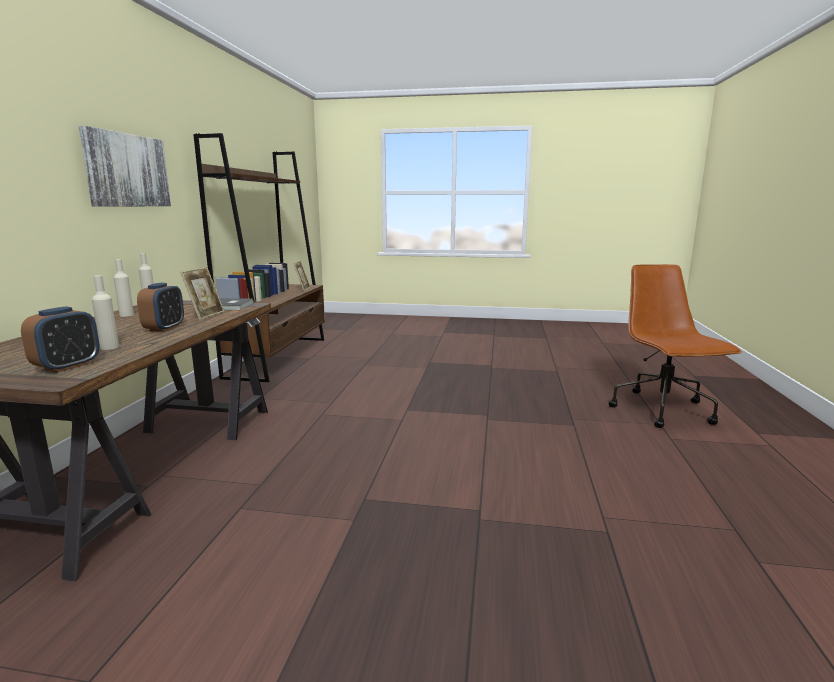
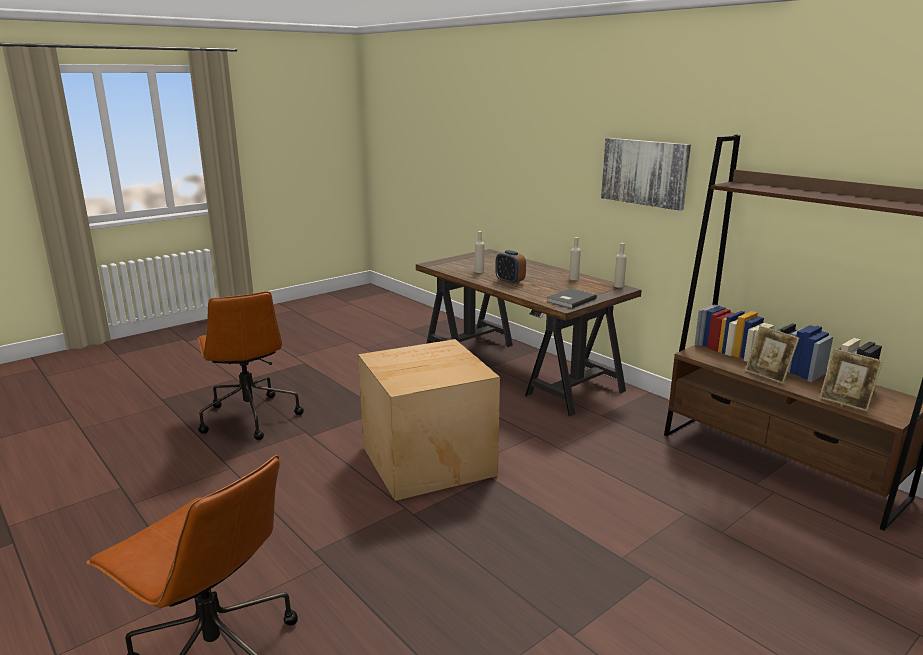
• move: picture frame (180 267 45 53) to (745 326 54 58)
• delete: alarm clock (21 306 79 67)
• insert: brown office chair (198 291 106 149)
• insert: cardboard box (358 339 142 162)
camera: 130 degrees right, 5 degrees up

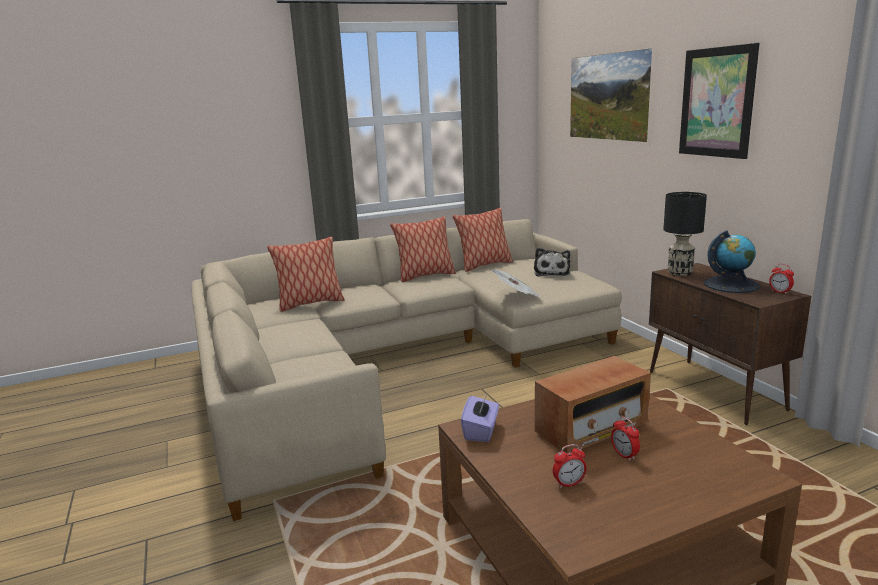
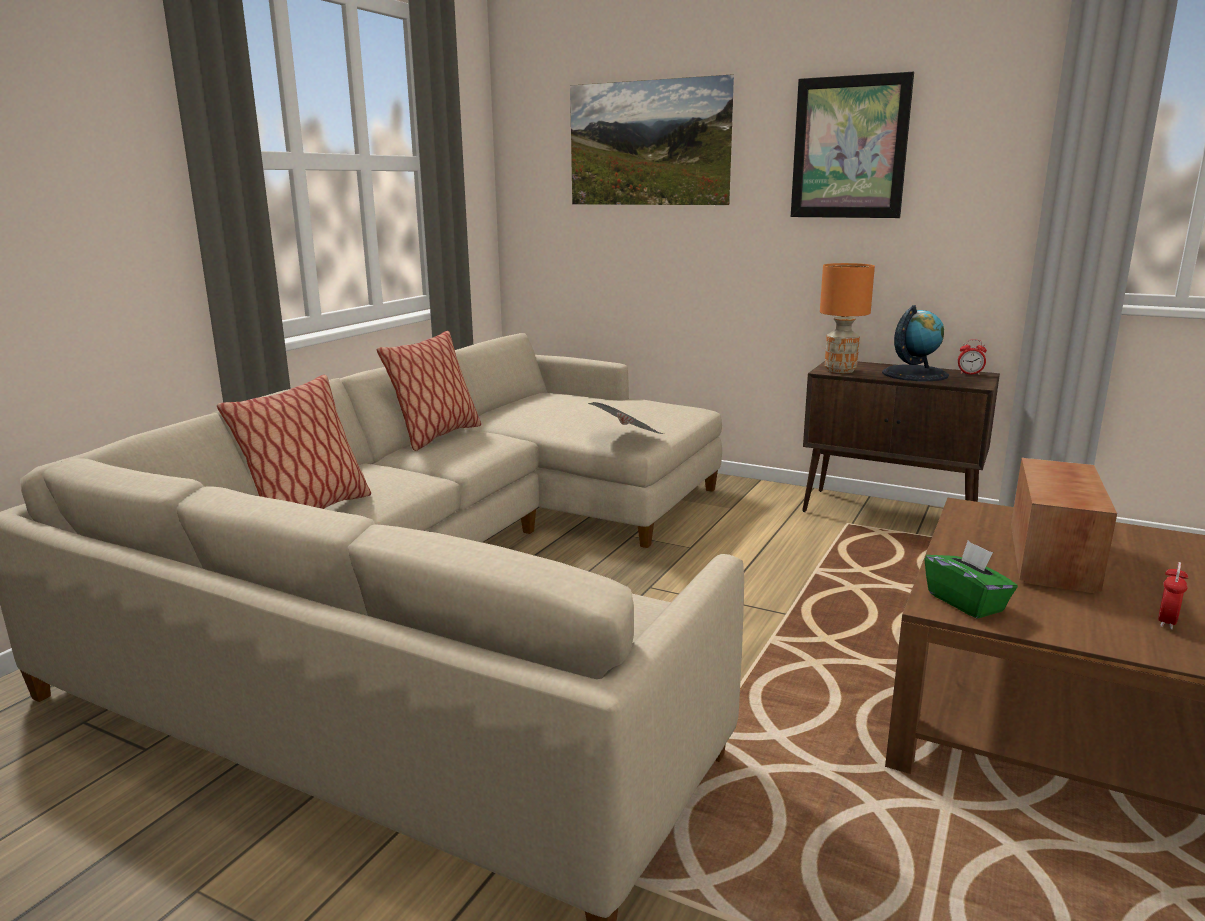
• recolor: black table lamp (663 192 44 84) to orange table lamp (820 263 55 110)
• delete: pillow (453 208 60 64)
• delete: plush toy (534 248 36 29)
• recolor: purple tissue box (461 393 38 49) to green tissue box (924 541 94 78)
• delete: alarm clock (611 417 29 44)
camera: 40 degrees left, 0 degrees up

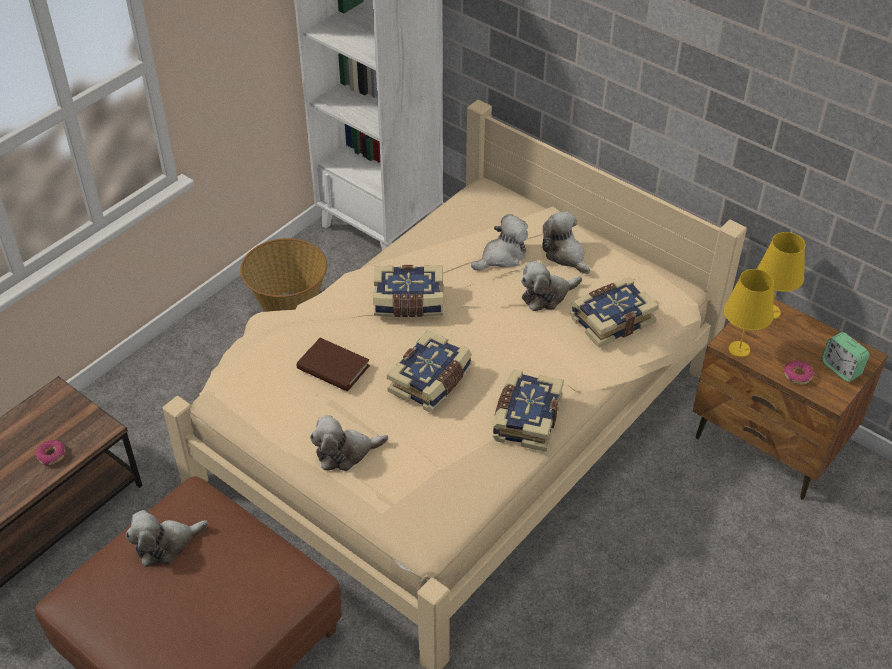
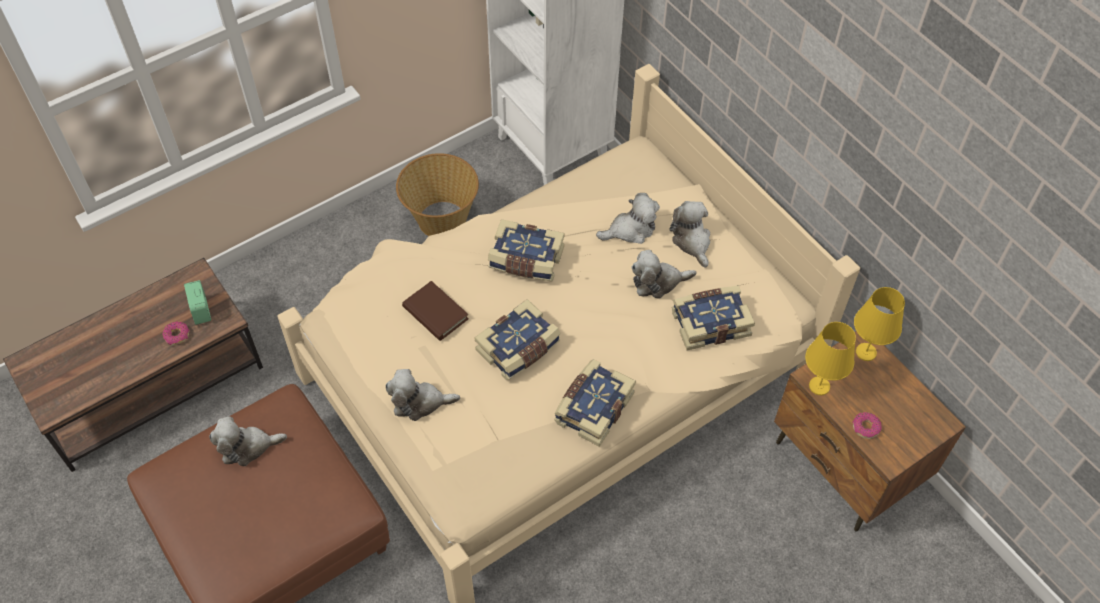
• move: alarm clock (822 332 47 50) to (184 280 27 45)
camera: 15 degrees right, 10 degrees up

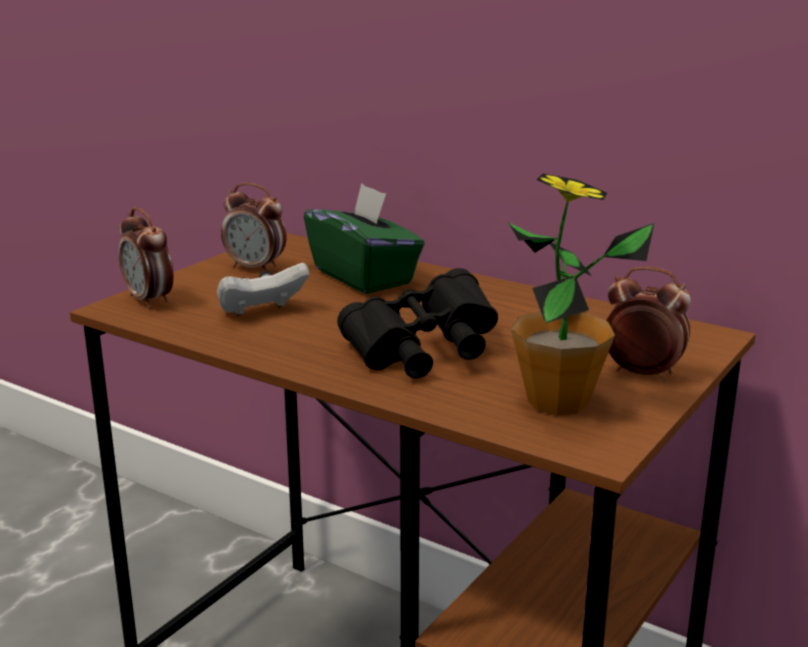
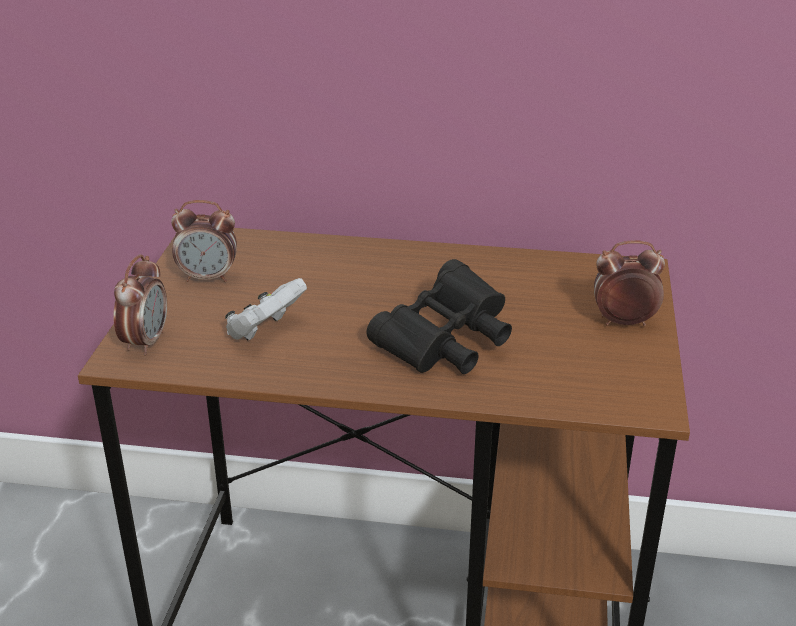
• delete: potted plant (508 173 146 243)
• delete: green tissue box (304 183 121 111)
• rotate: alarm clock (119 207 54 102) = (113 254 54 101) 105 degrees counterclockwise
camera: 25 degrees left, 10 degrees up

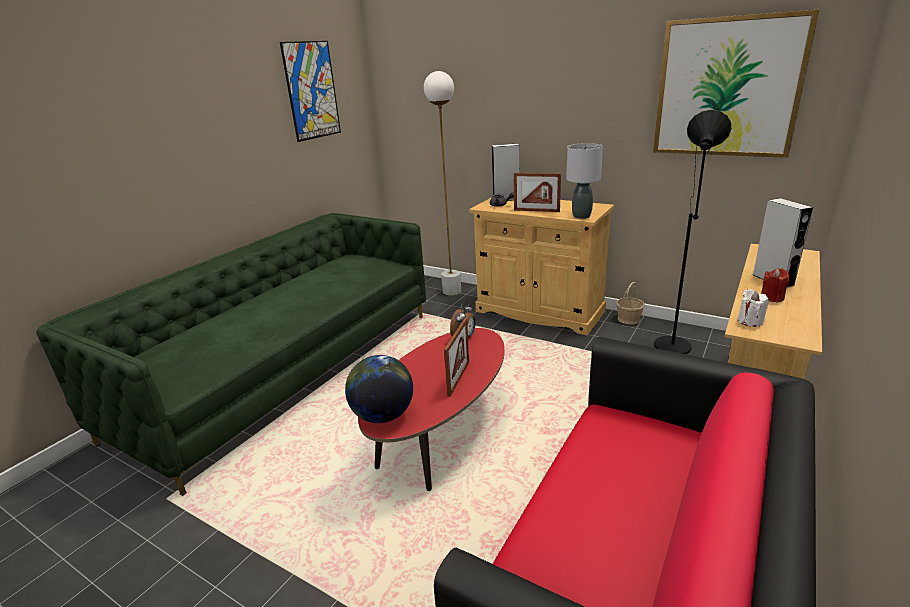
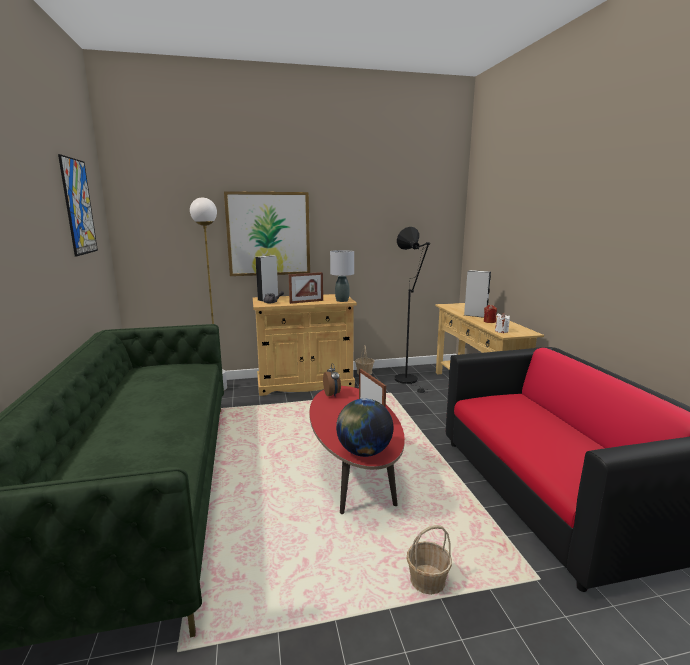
• move: picture (653 10 166 148) to (224 191 86 85)
• insert: basket (407 525 45 70)
camera: 45 degrees left, 10 degrees down

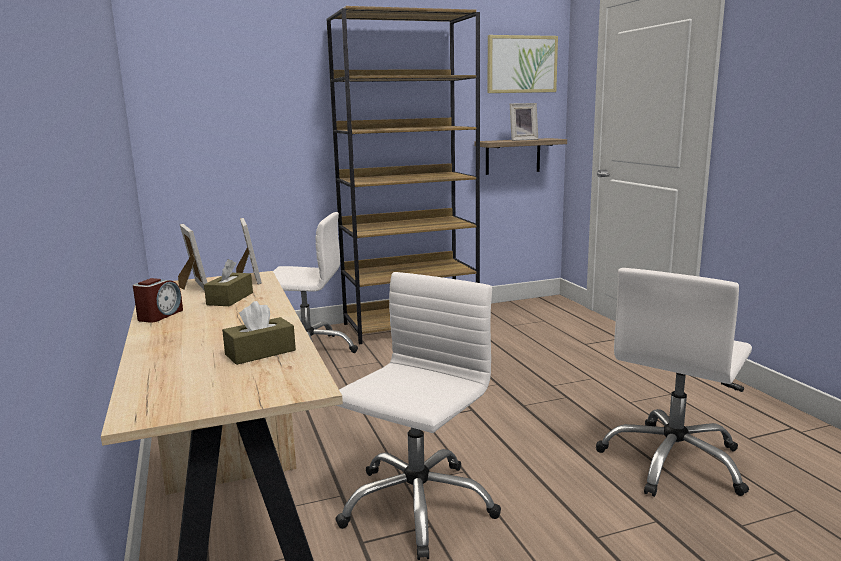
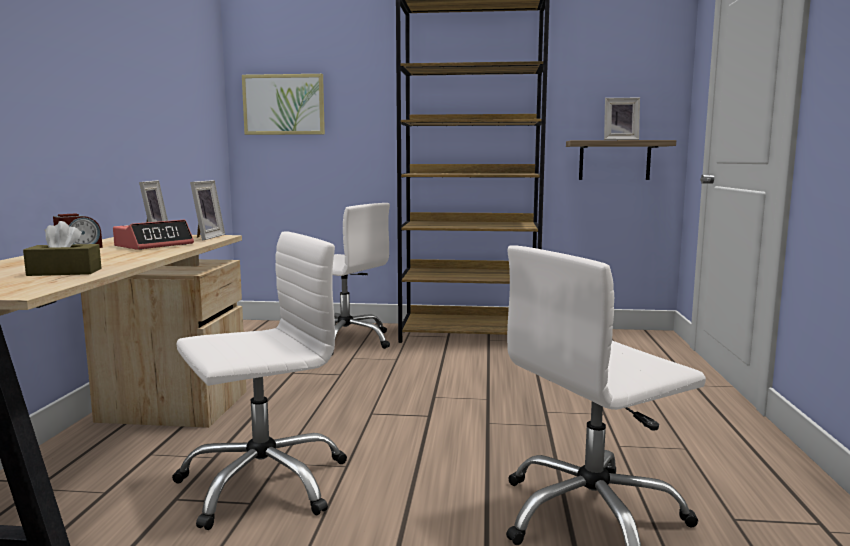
• move: picture (488 35 70 58) to (242 74 83 61)
• replace: brown tissue box (204 259 49 47) to alarm clock (113 220 81 30)
camera: 25 degrees right, 5 degrees down

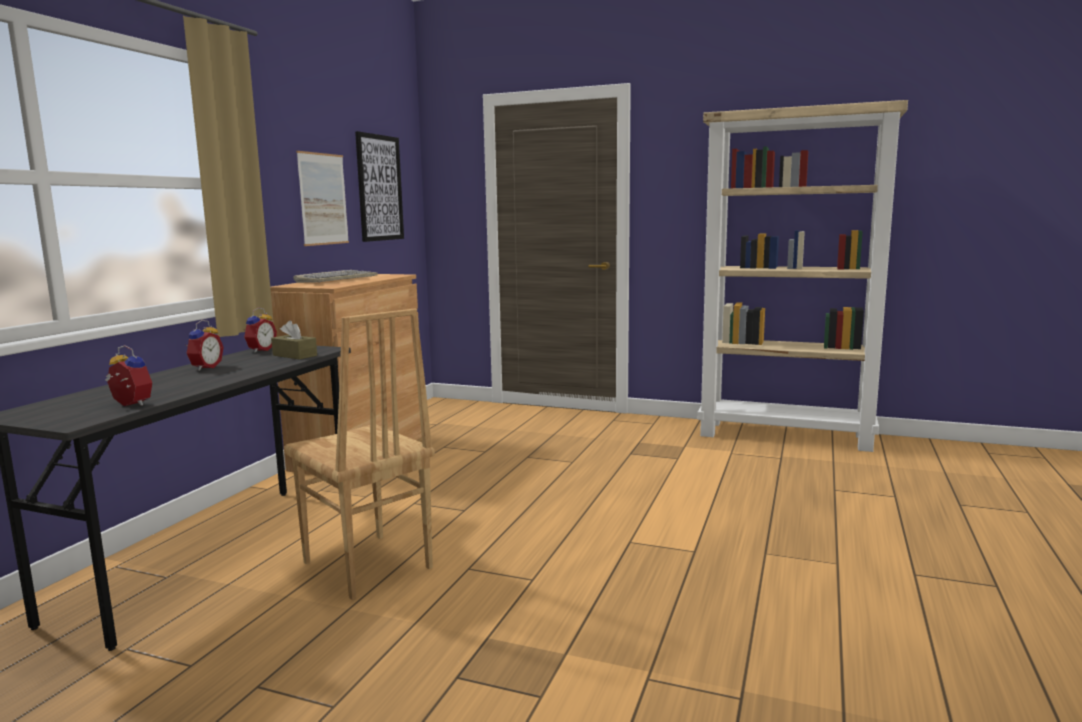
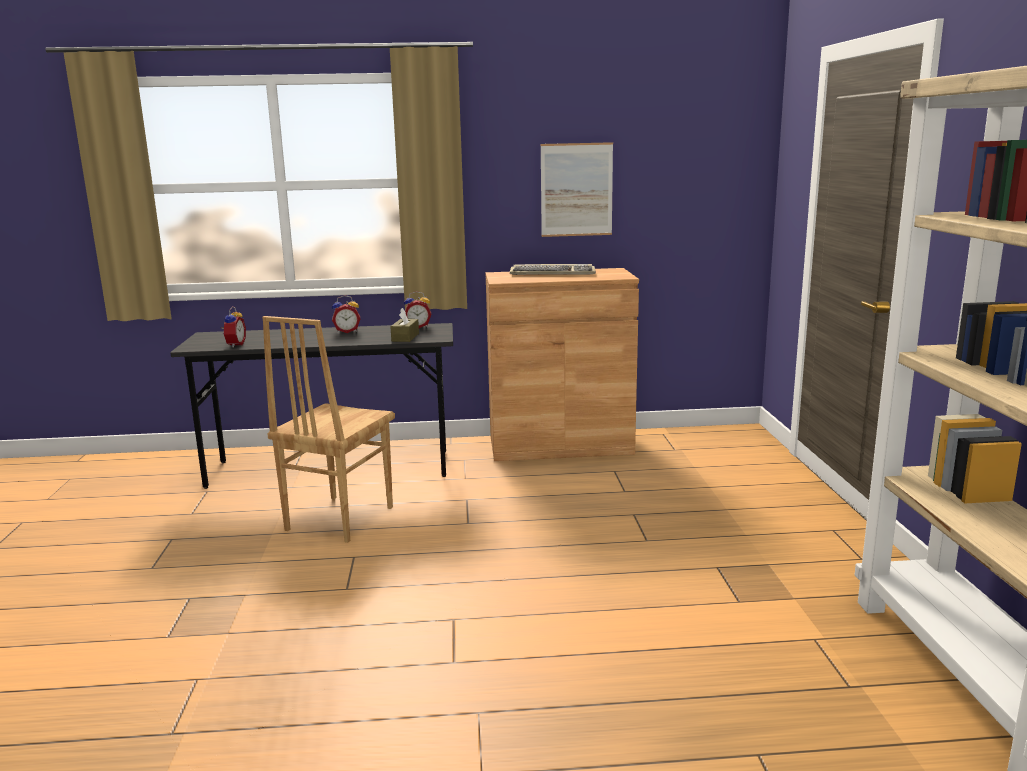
• delete: picture (355 131 49 111)
camera: 65 degrees right, 5 degrees up

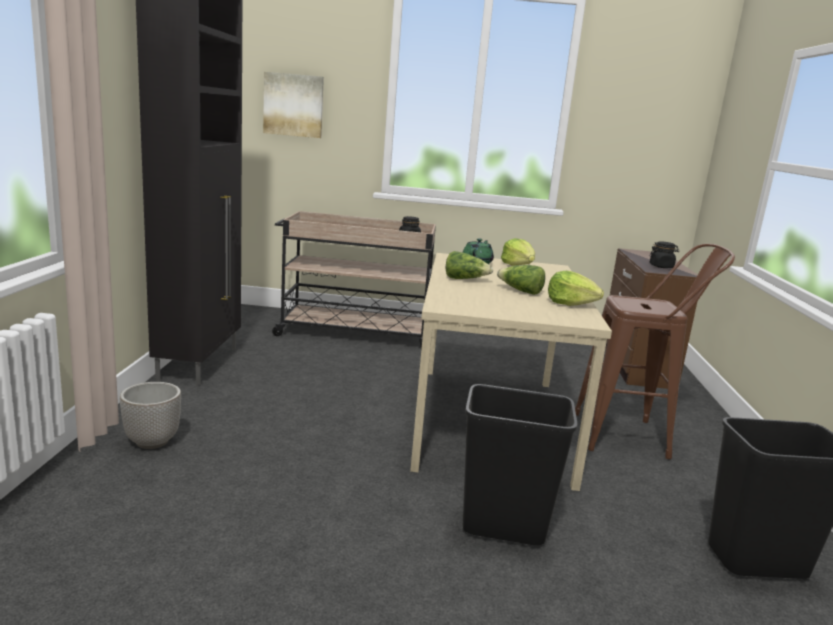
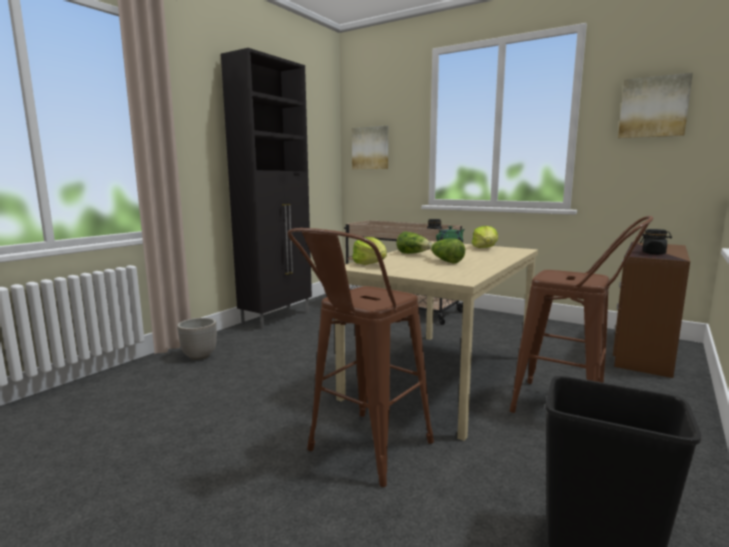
• move: lettuce (548 271 56 35) to (352 237 35 28)
• replace: black trash can (463 384 114 161) to brown stool (288 228 146 259)
• insert: picture (618 73 75 65)
camera: 30 degrees right, 5 degrees down

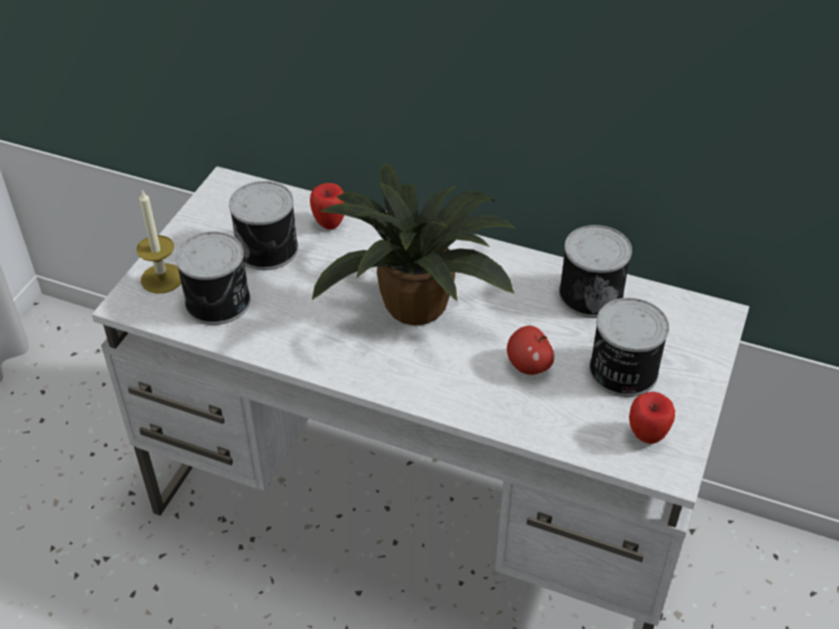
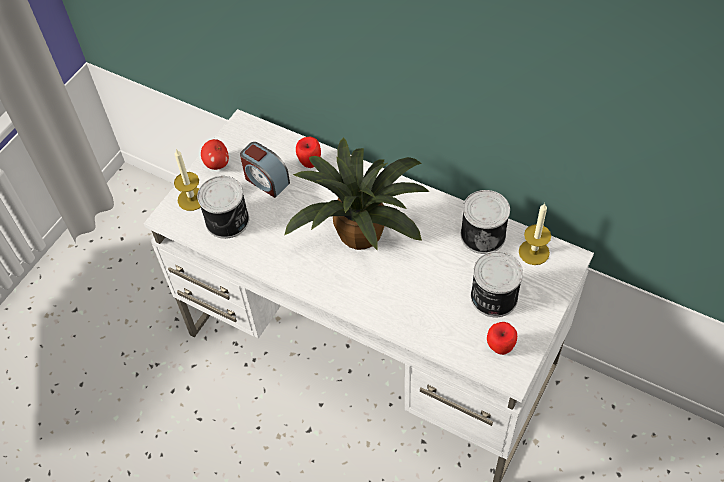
• replace: can (229 181 69 89) to alarm clock (240 142 50 56)
• move: apple (507 326 47 49) to (201 139 28 31)
• insert: candle (519 203 32 62)
camera: 10 degrees right, 10 degrees up

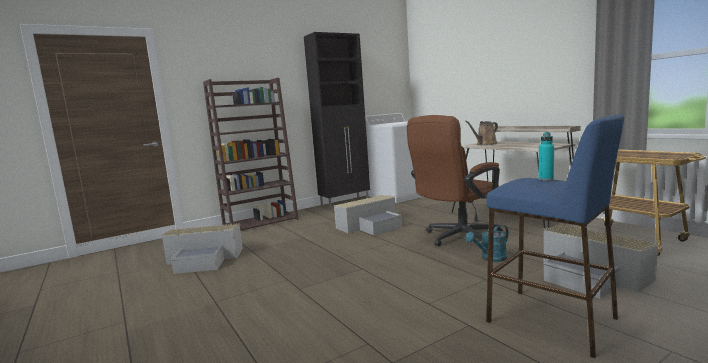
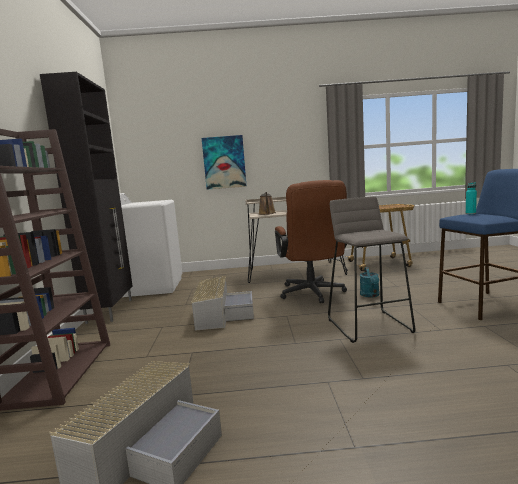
• delete: grey storage box (544 225 115 74)
• insert: picture (202 135 44 55)
• insert: grey stool (328 196 87 147)
camera: 60 degrees left, 0 degrees up

